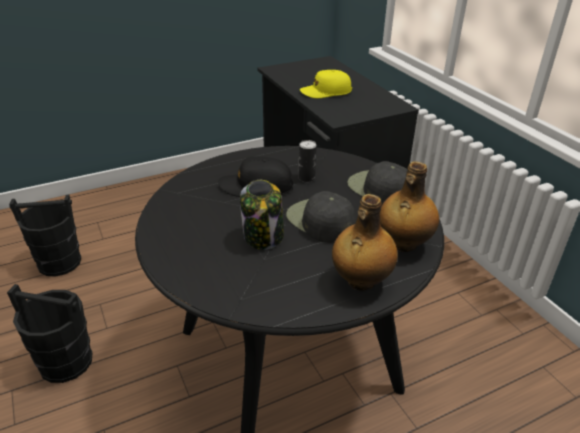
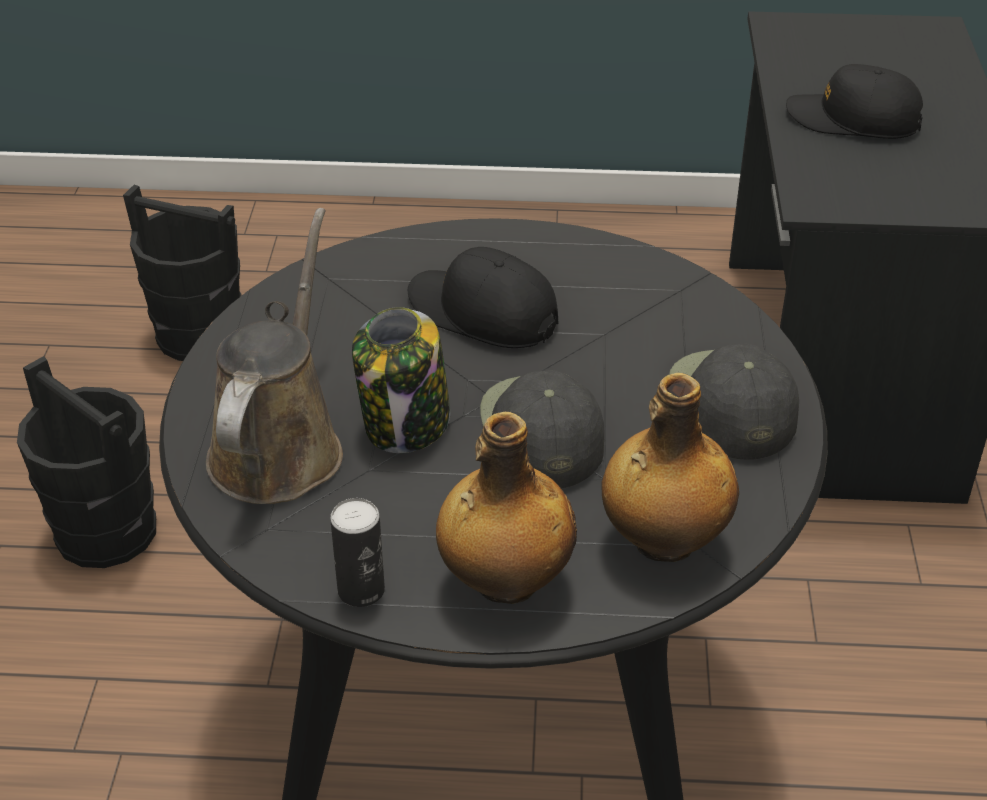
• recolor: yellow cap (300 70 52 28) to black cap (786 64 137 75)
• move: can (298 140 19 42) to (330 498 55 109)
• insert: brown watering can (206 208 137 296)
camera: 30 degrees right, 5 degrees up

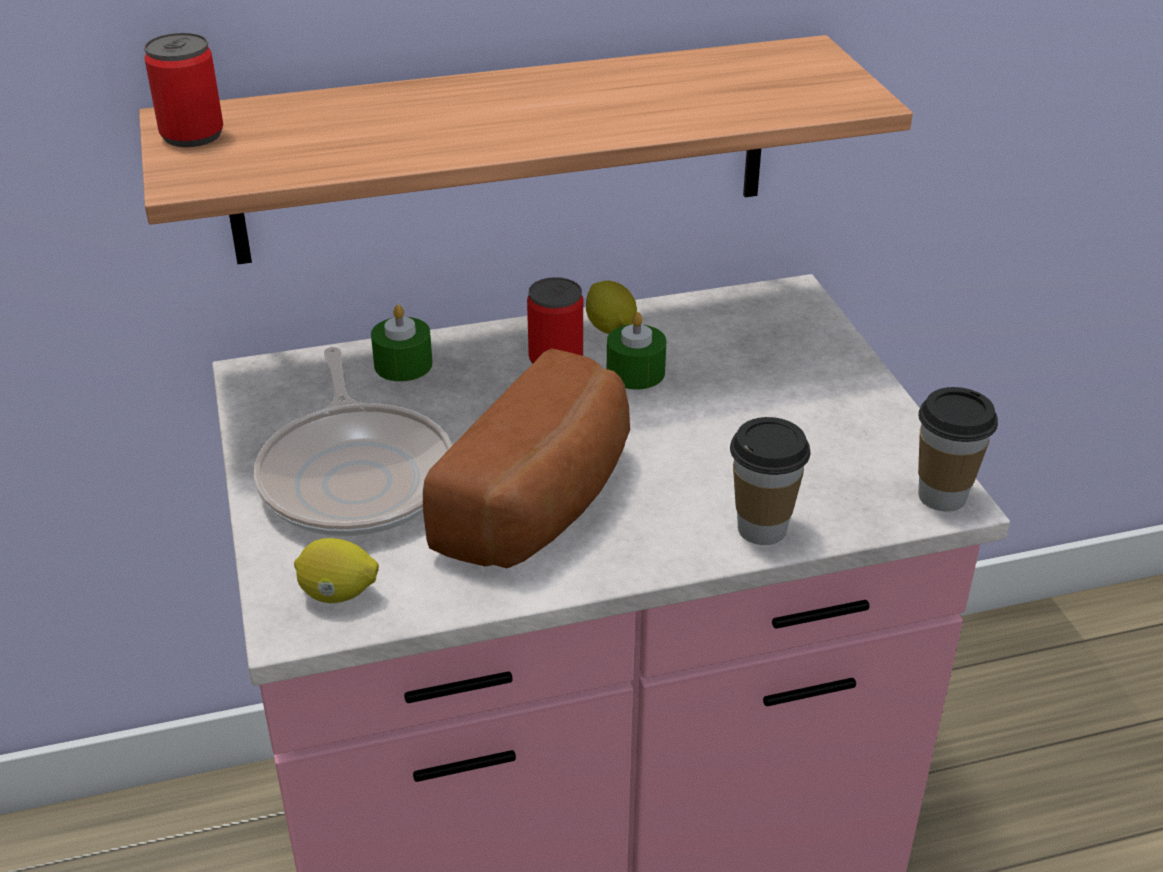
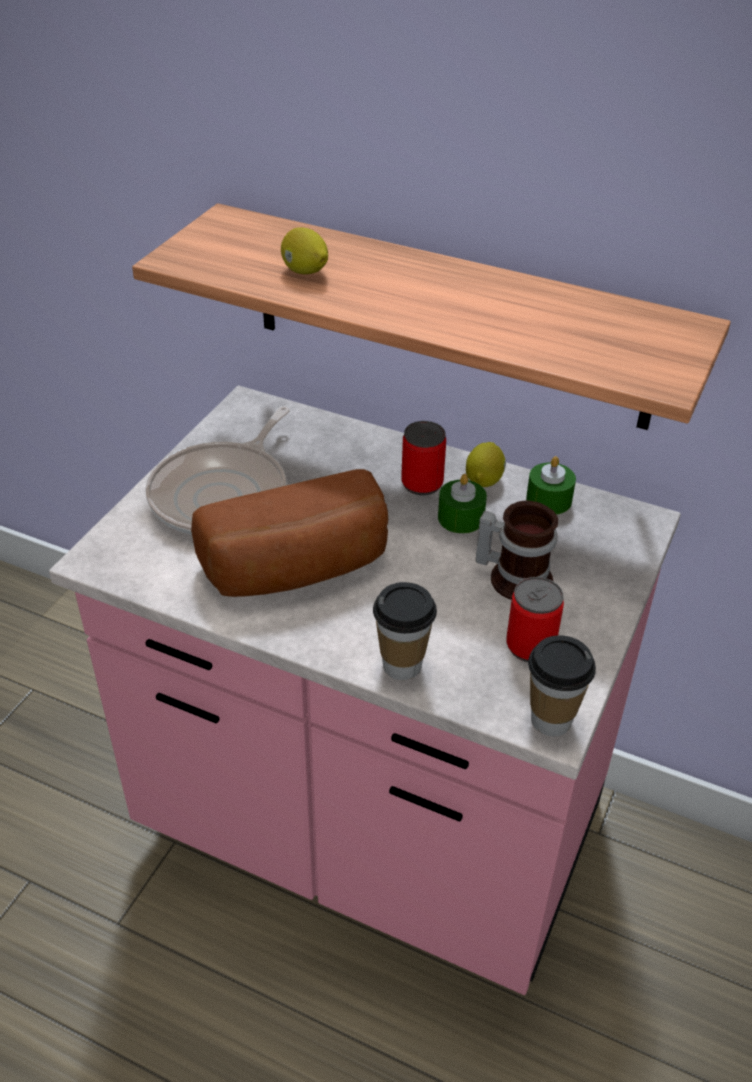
• move: can (144 33 79 114) to (506 577 58 85)
• move: green candle (371 305 62 76) to (526 456 50 59)
• move: lemon (294 538 85 65) to (281 227 47 47)
• insert: mug (476 501 82 99)
camera: 40 degrees right, 5 degrees up

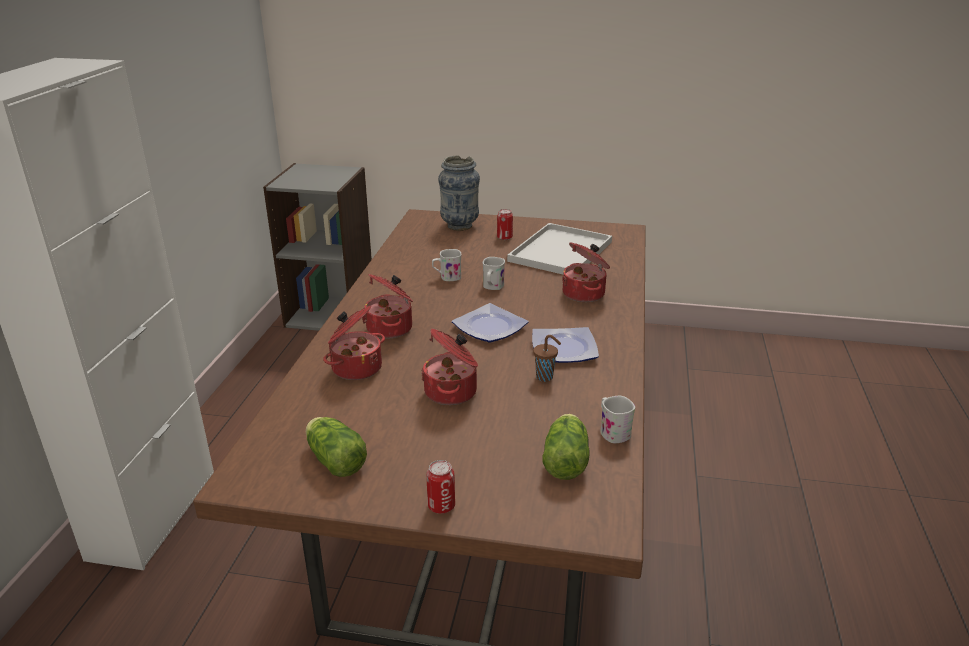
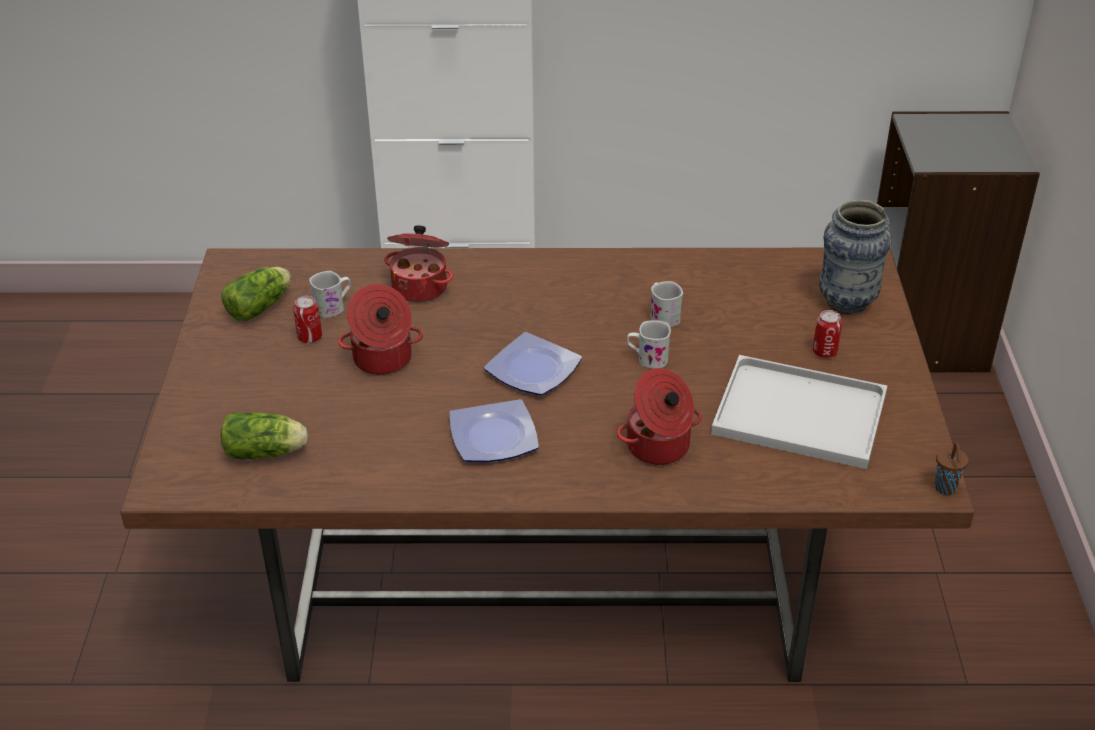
• delete: cooking pot (365 274 48 65)
• move: brown cup (533 335 28 47) to (935 442 33 53)
• move: white mug (600 396 35 47) to (309 271 42 47)
• move: can (427 460 28 54) to (293 296 29 47)
camera: 80 degrees right, 10 degrees up

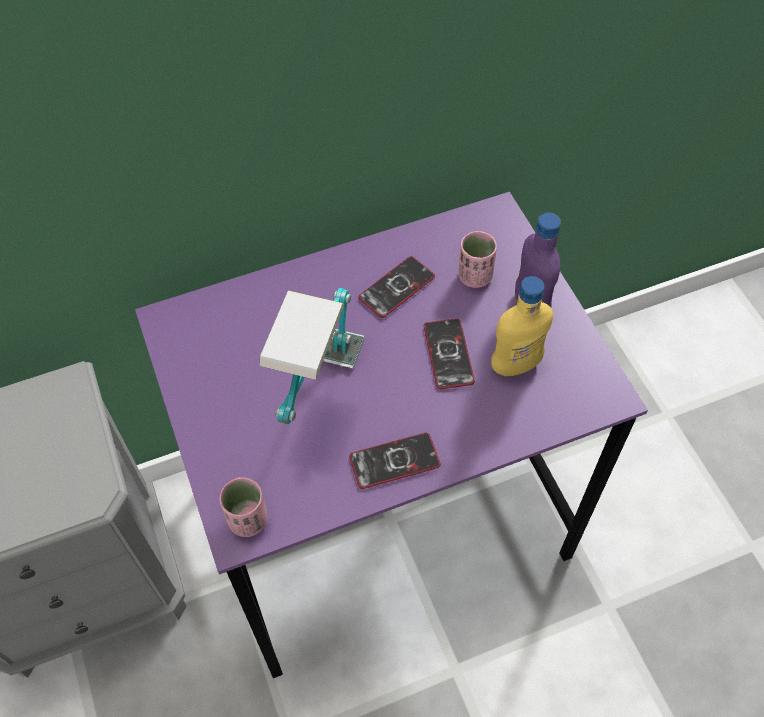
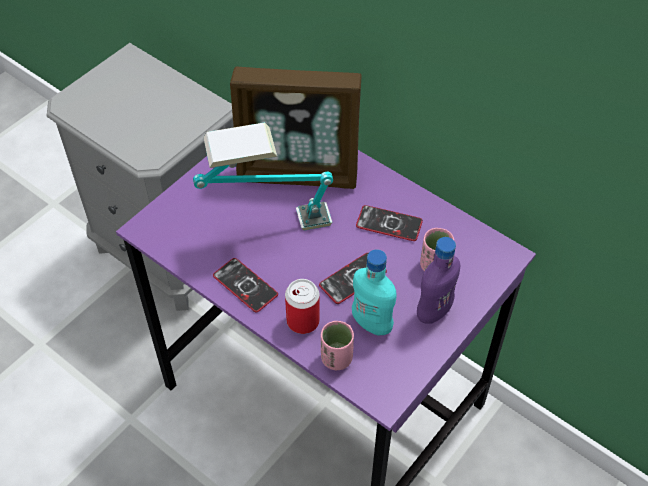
• recolor: yellow bottle (491 276 62 100) to turquoise bottle (352 249 45 87)
• move: pink cup (219 477 49 60) to (321 321 33 49)
• insert: picture frame (230 67 132 122)
• insert: can (285 279 35 55)
camera: 60 degrees right, 5 degrees down

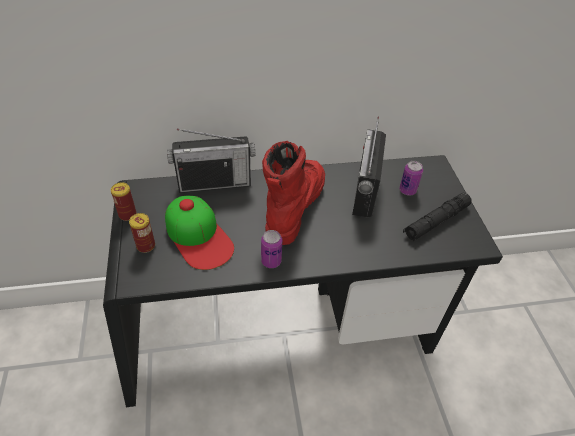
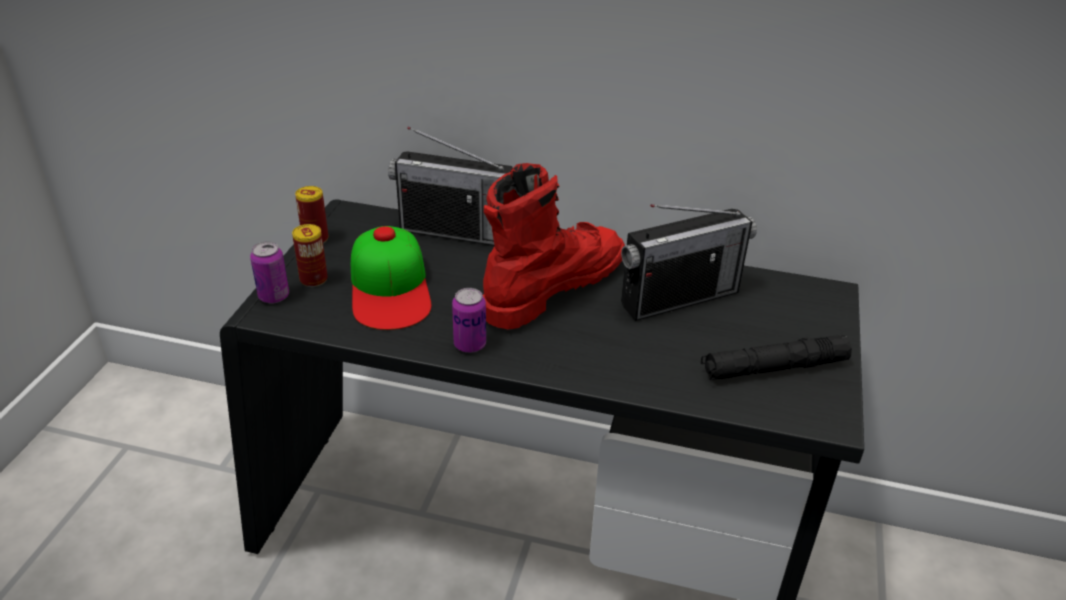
• rotate: radio (352 116 34 101) = (621 204 136 117) 150 degrees counterclockwise
• move: can (399 161 24 35) to (250 241 39 63)
camera: 25 degrees right, 10 degrees down

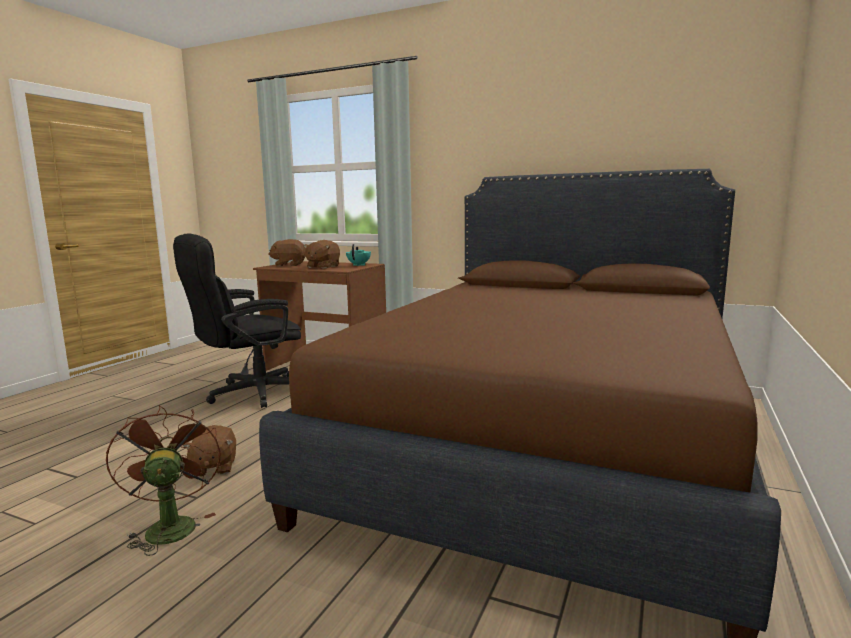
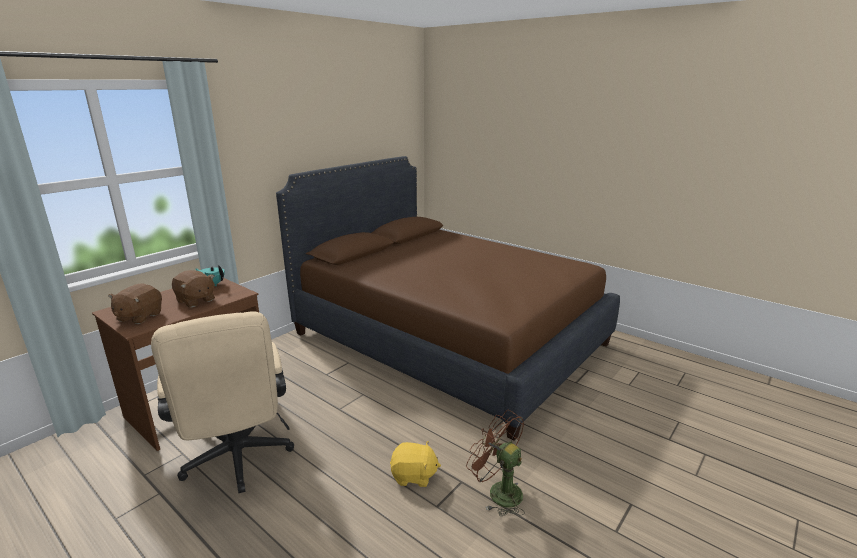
• recolor: black office chair (173 234 128 174) to beige office chair (151 311 143 182)
• rotate: brown fan (106 405 115 151) = (466 410 59 106) 45 degrees clockwise
• recolor: brown plush toy (183 425 53 52) to yellow plush toy (390 441 51 46)
camera: 75 degrees left, 10 degrees up

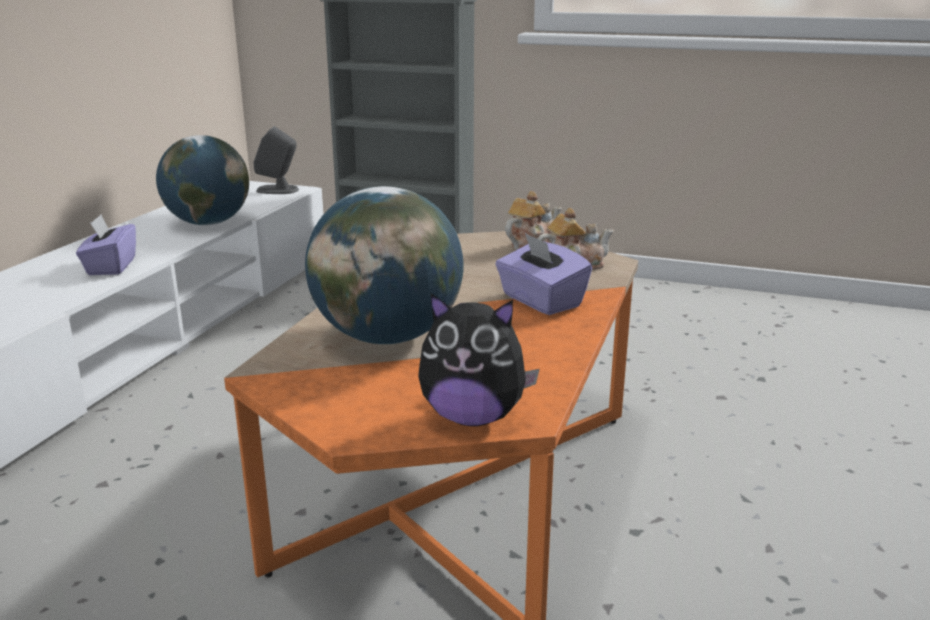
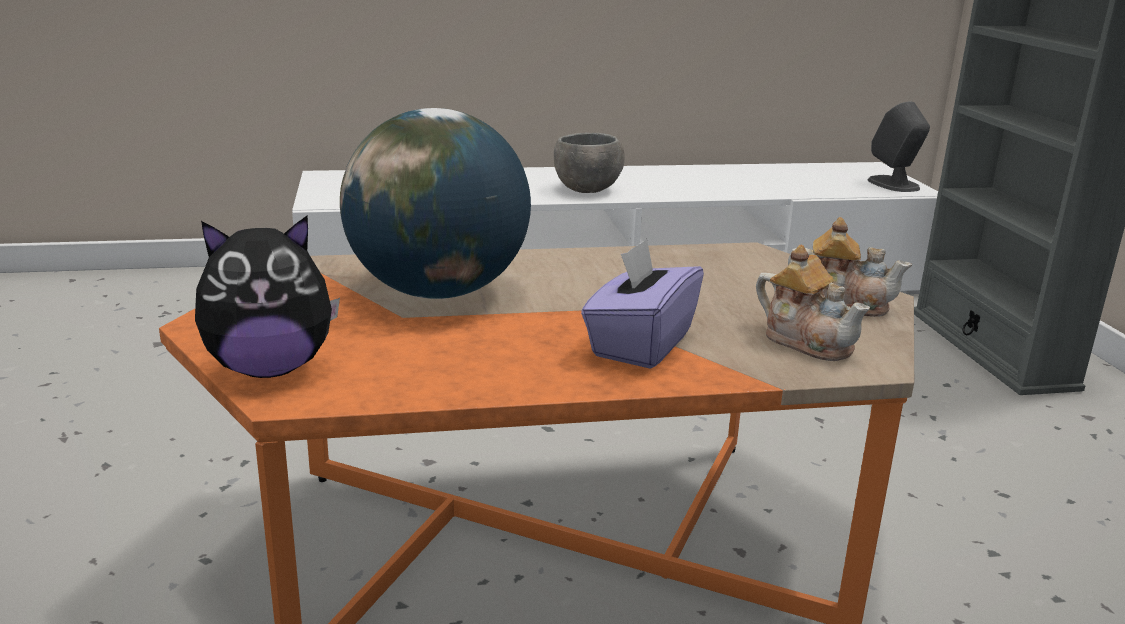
• delete: globe (156 135 93 90)
• replace: purple tissue box (76 215 60 60) to grey bowl (554 132 71 61)
• rotate: plush toy (418 293 121 133) = (195 216 145 162) 90 degrees counterclockwise
camera: 60 degrees right, 0 degrees up

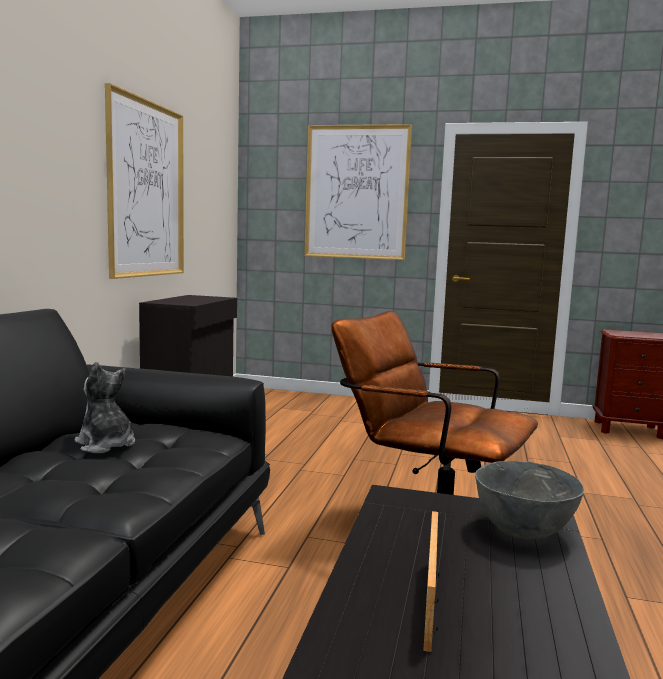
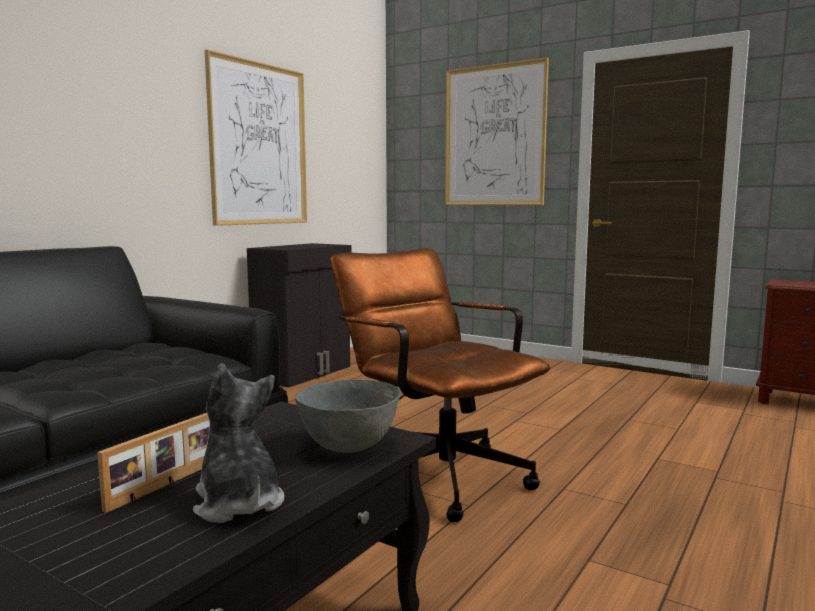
• move: plush toy (74 361 61 92) to (193 363 92 160)
camera: 20 degrees right, 0 degrees up

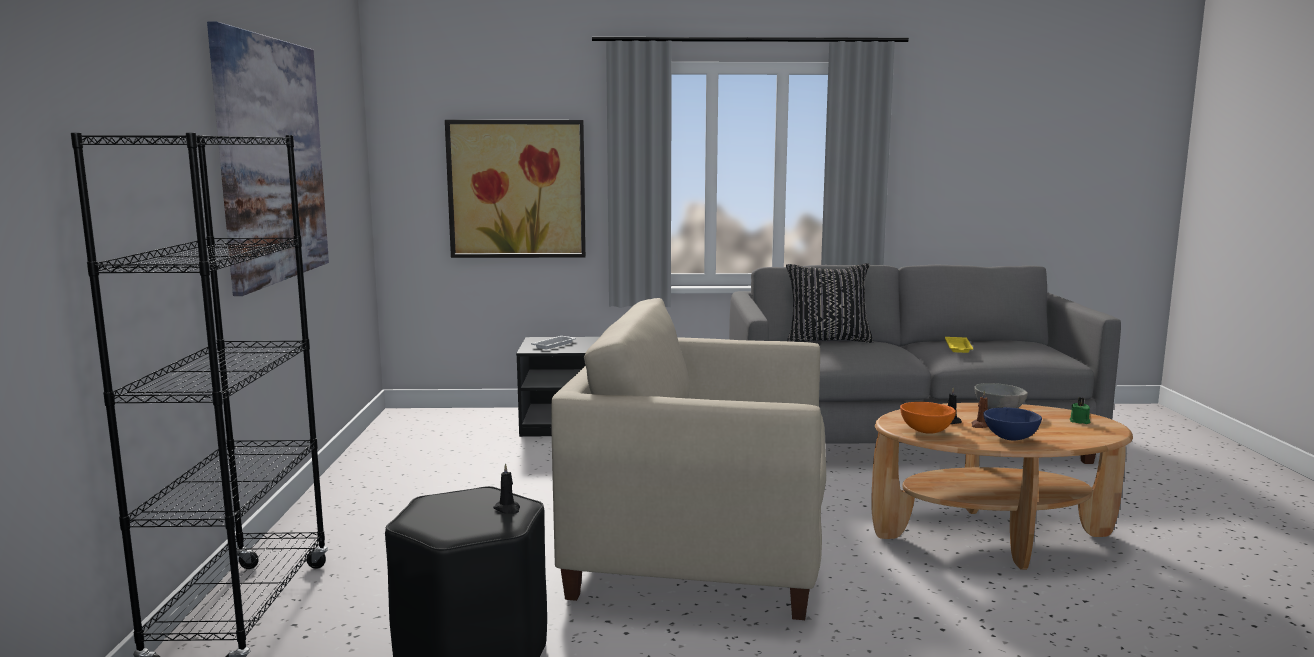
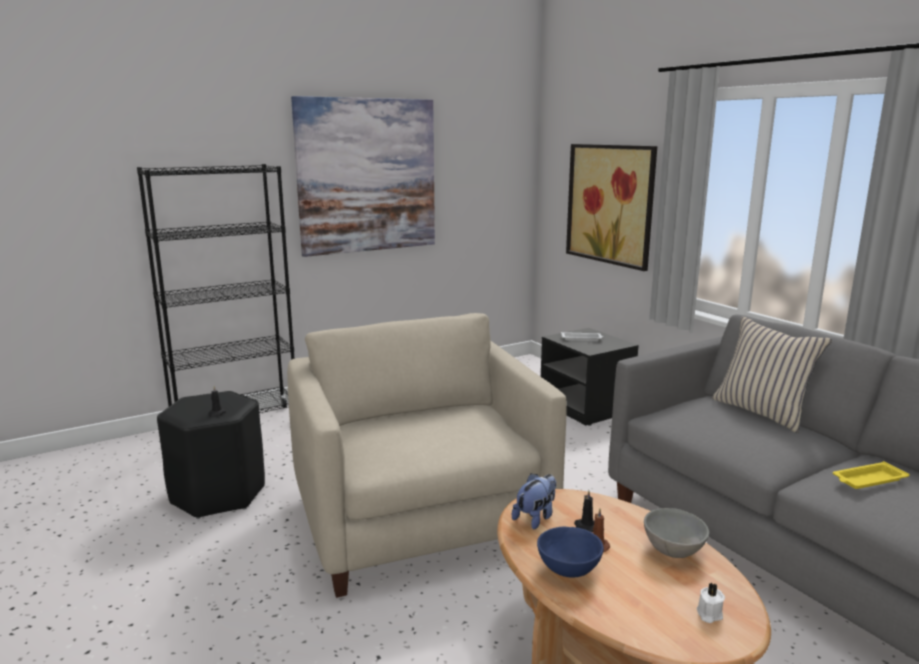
• recolor: black pillow (786 263 87 80) to beige pillow (712 317 120 116)
• recolor: green candle (1070 398 20 26) to white candle (697 583 28 40)
• replace: orange bowl (900 402 56 32) to plush toy (512 473 44 56)
camera: 60 degrees right, 5 degrees up

